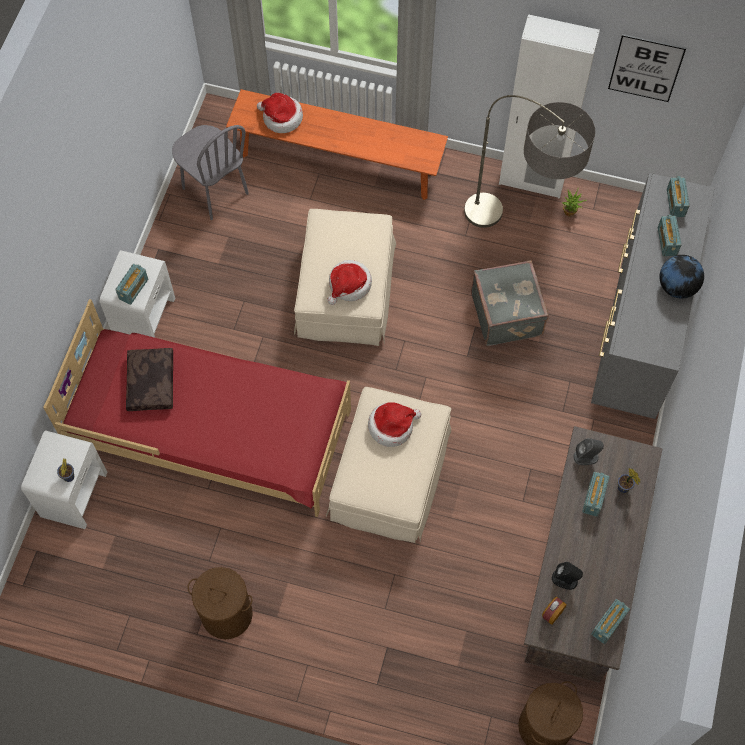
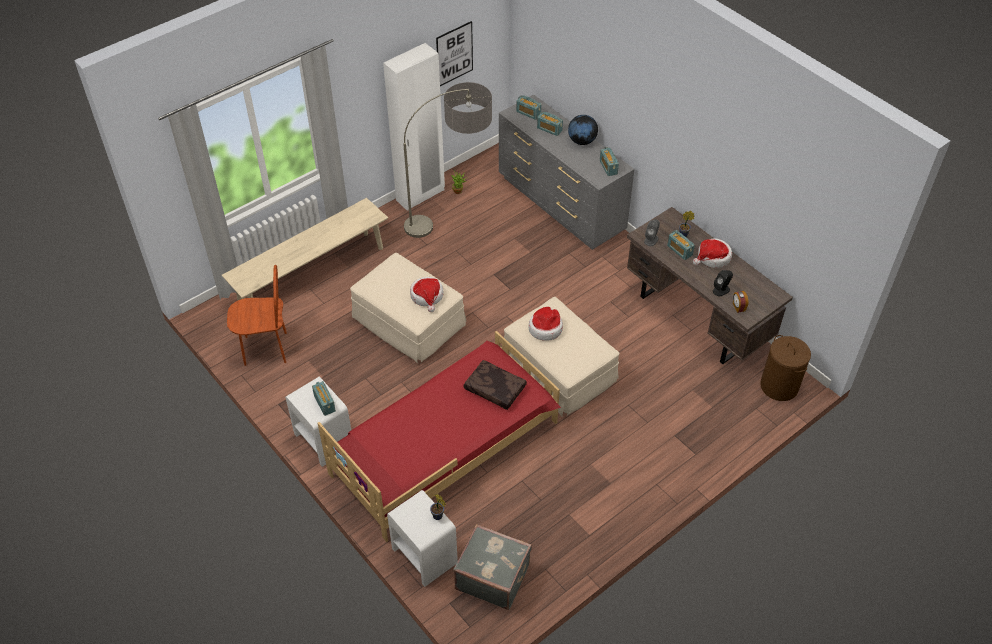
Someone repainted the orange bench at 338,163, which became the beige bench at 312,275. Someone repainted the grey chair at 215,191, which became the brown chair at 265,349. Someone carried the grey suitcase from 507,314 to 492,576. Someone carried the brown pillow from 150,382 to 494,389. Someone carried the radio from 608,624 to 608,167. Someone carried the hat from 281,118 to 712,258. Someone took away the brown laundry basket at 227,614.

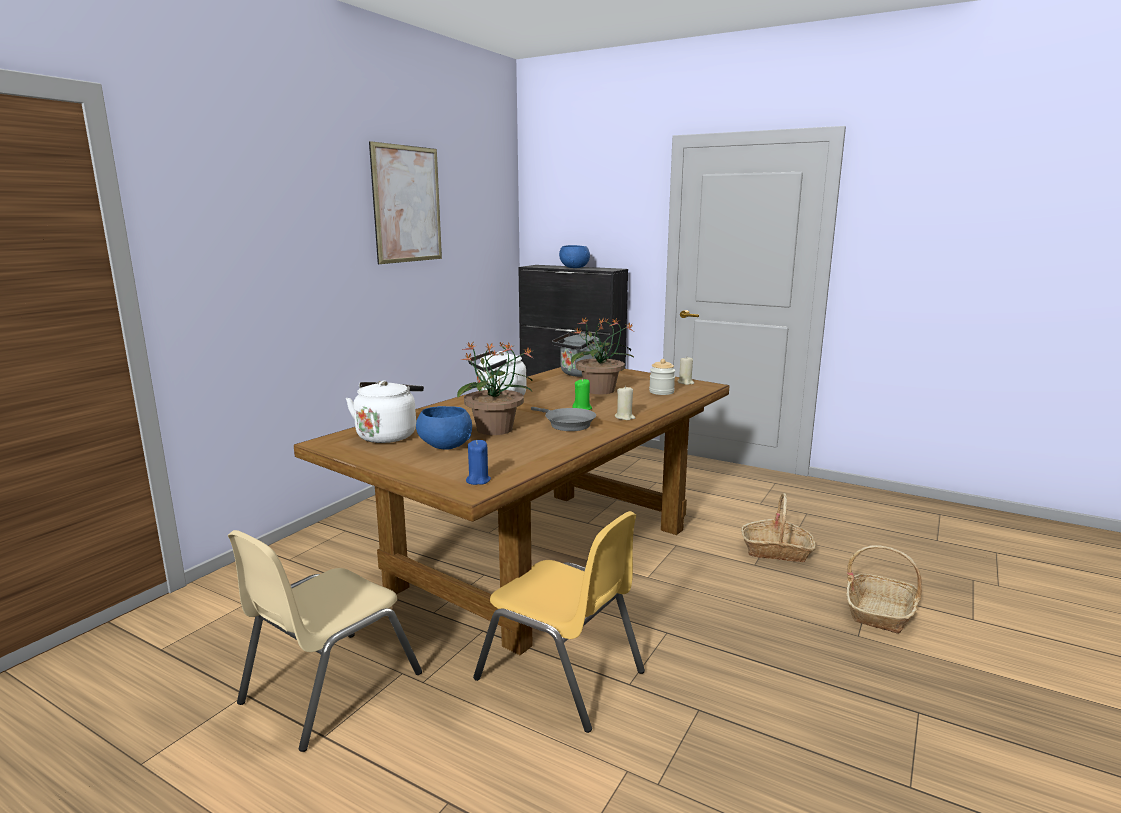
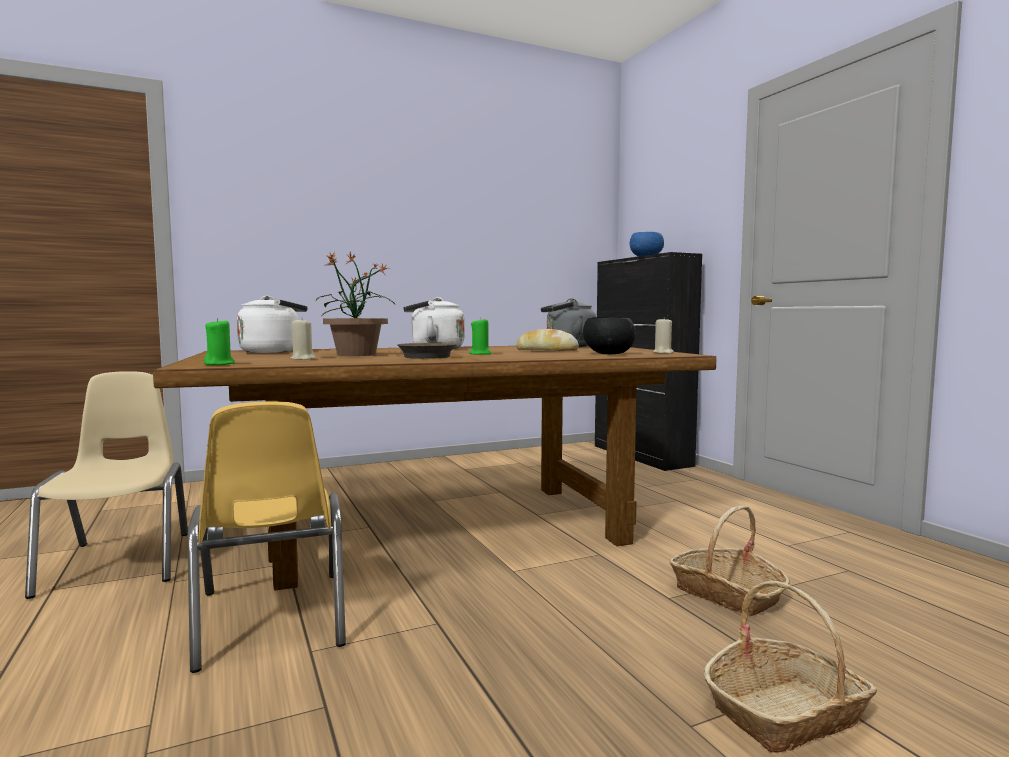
Someone rotated the beige chair at 330,687 by 90 degrees clockwise. Someone repainted the blue candle at 478,480, which became the green candle at 220,364. Someone carried the beige candle from 624,417 to 303,359. Someone repainted the grey frying pan at 566,424, which became the brown frying pan at 426,356. Someone swapped the potted plant at 600,390 for the bread at 546,351. Someone swapped the jar at 661,392 for the black bowl at 608,354. Someone took away the picture at 407,204. Someone took away the blue bowl at 444,446.

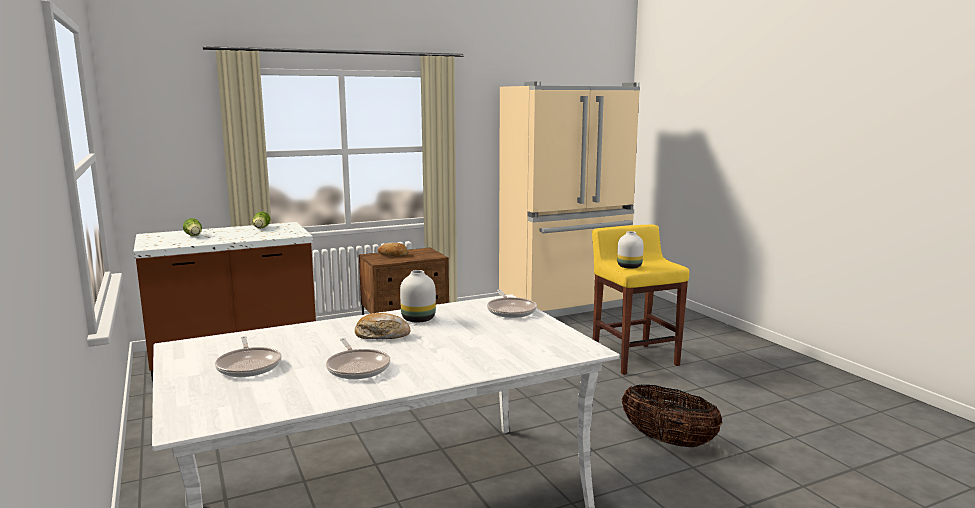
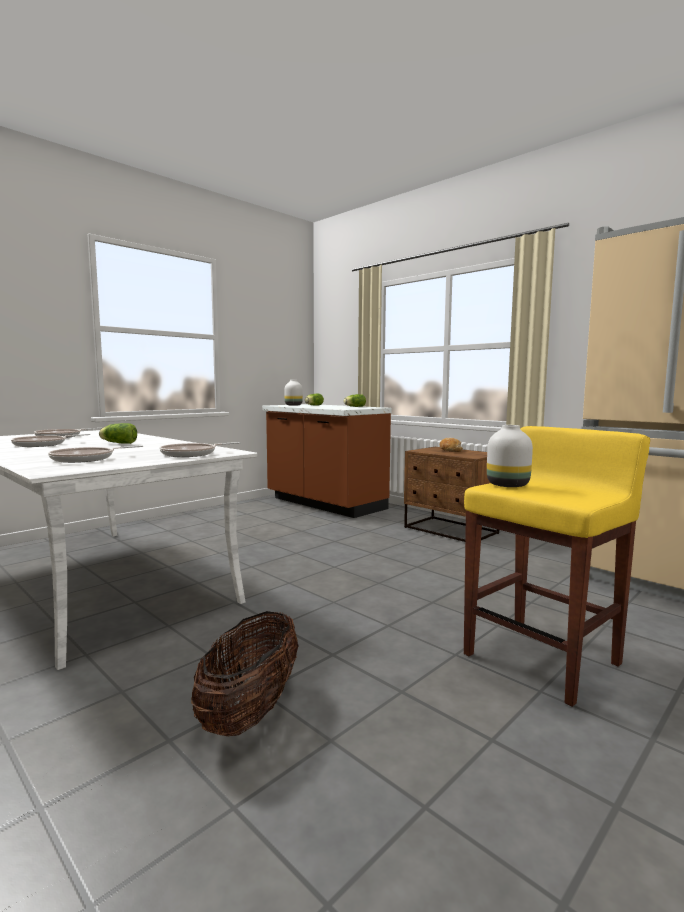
Someone put down the frying pan at 86,459. Someone swapped the bread at 382,335 for the lettuce at 118,443. Someone carried the white vase from 419,319 to 293,405.

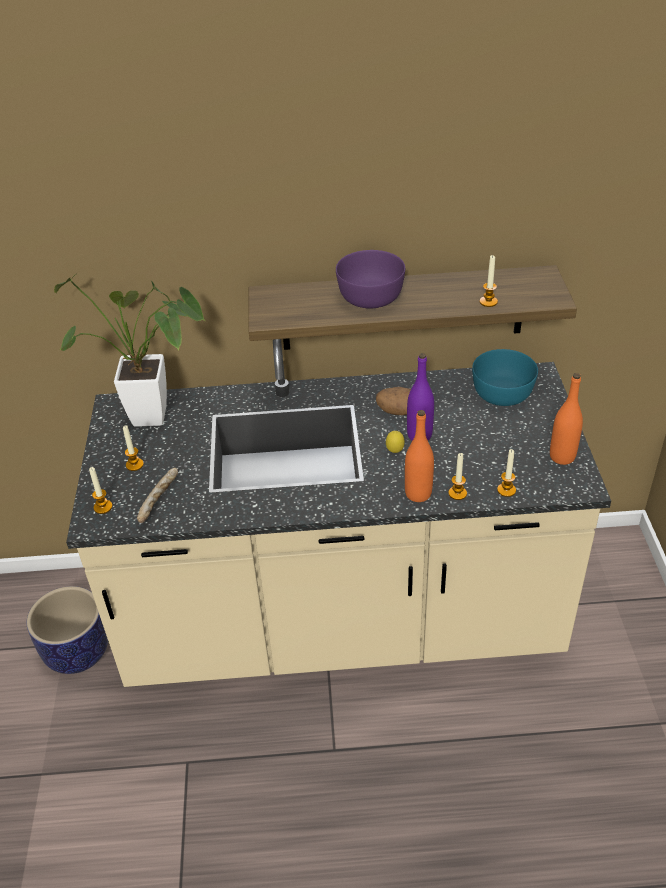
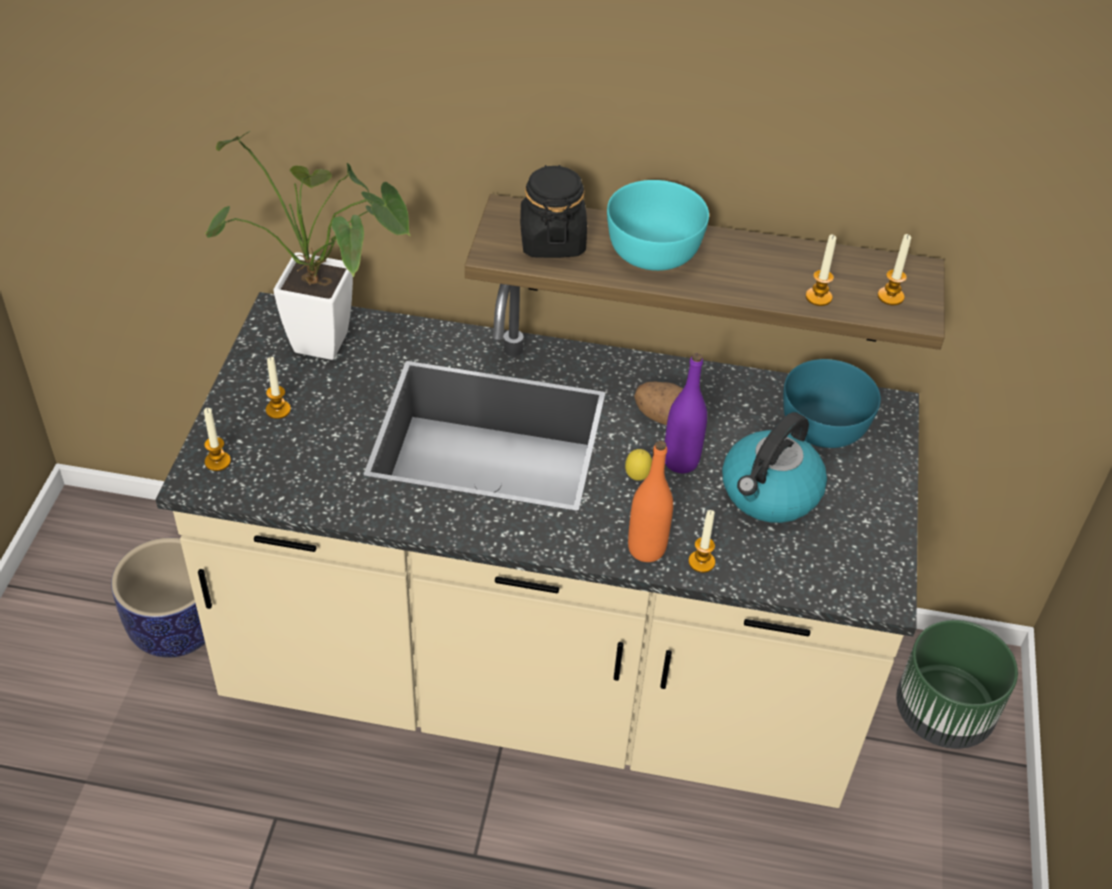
Someone put down the black jar at 552,241. Someone repainted the purple bowl at 369,297, which became the turquoise bowl at 652,249. Someone put down the kettle at 769,493. Someone carried the candle from 506,490 to 890,296. Someone put down the green planter at 941,713. Someone took away the bread at 160,501. Someone took away the orange bottle at 562,457.

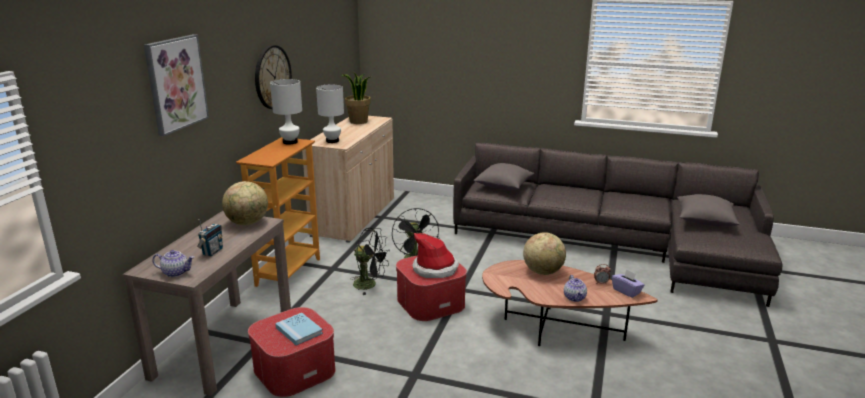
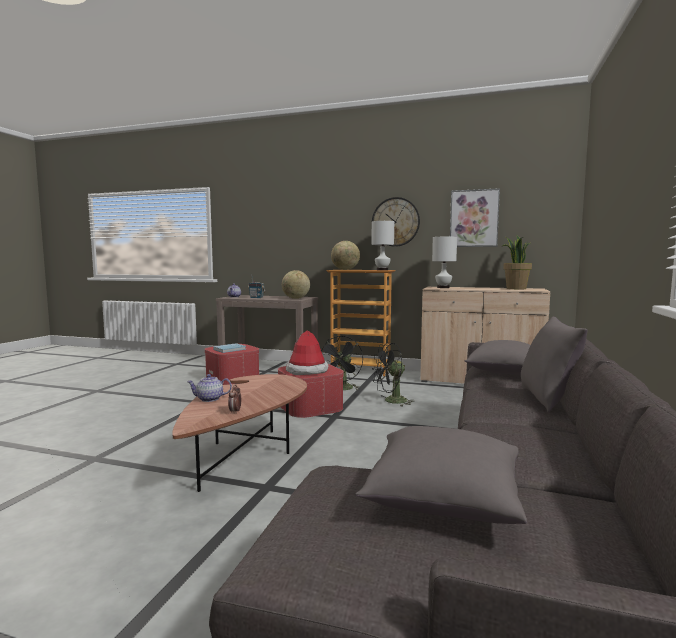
Someone carried the globe from 543,271 to 345,270. Someone carried the picture from 176,83 to 474,218. Someone put down the grey pillow at 548,400. Someone took away the purple tissue box at 626,291.

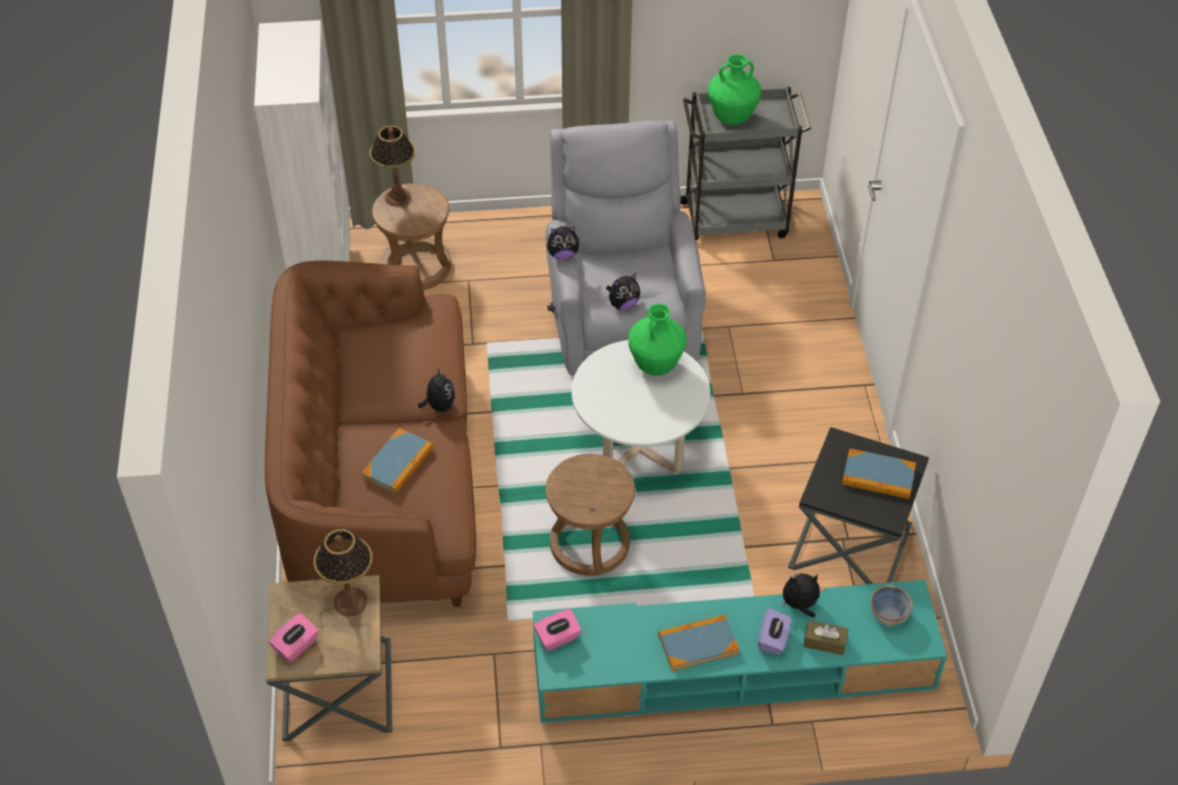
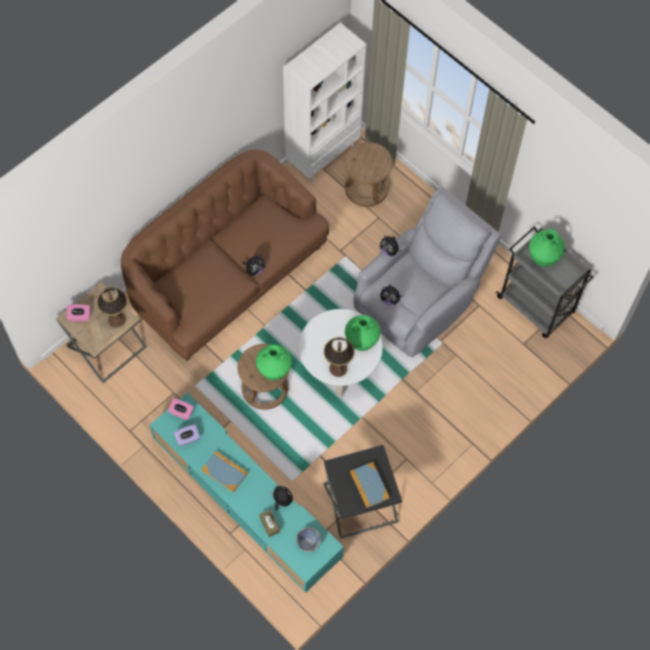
Someone carried the purple tissue box from 773,640 to 187,438. Someone put down the green vase at 274,371. Someone carried the table lamp from 397,197 to 338,368. Someone took away the book at 398,463.

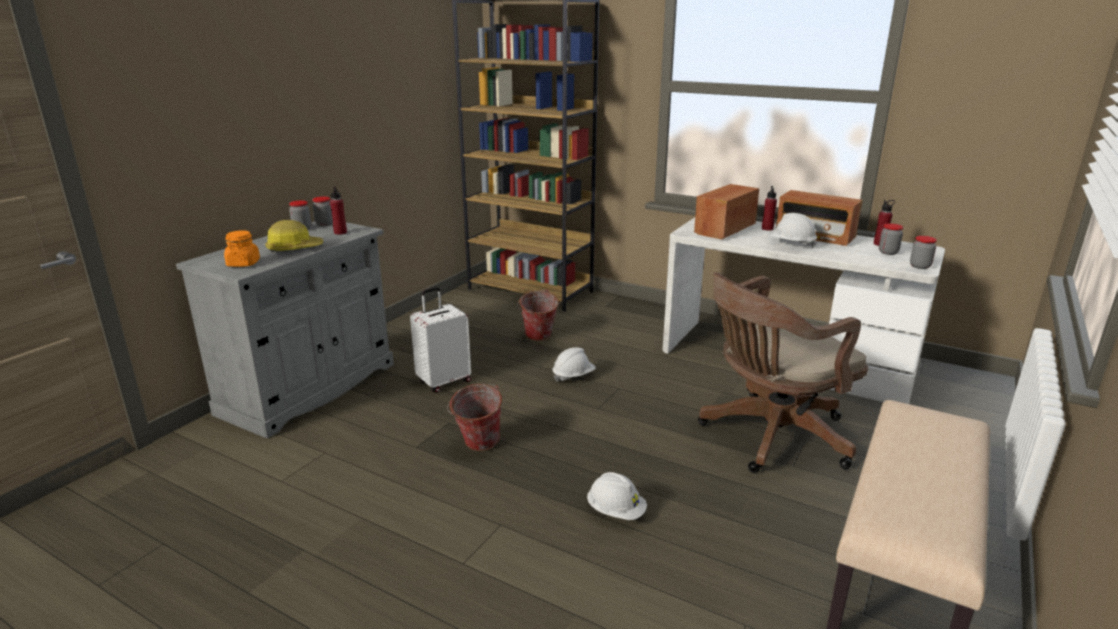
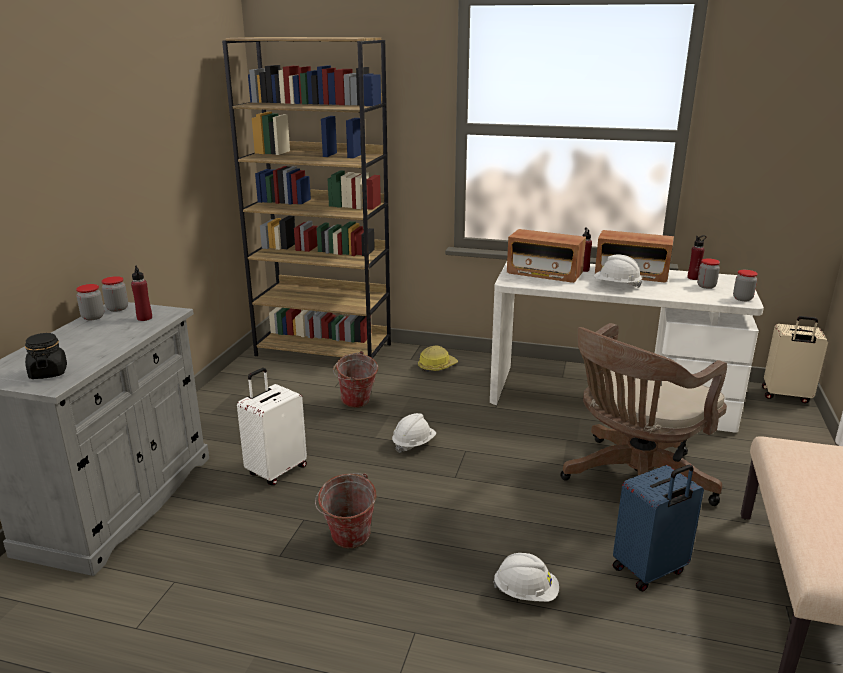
Someone repainted the orange jar at 243,263, which became the black jar at 48,373. Someone carried the hard hat from 294,248 to 436,366. Someone rotated the radio at 724,229 by 90 degrees counterclockwise. Someone put down the blue suitcase at 650,571. Someone put down the beige suitcase at 786,396.

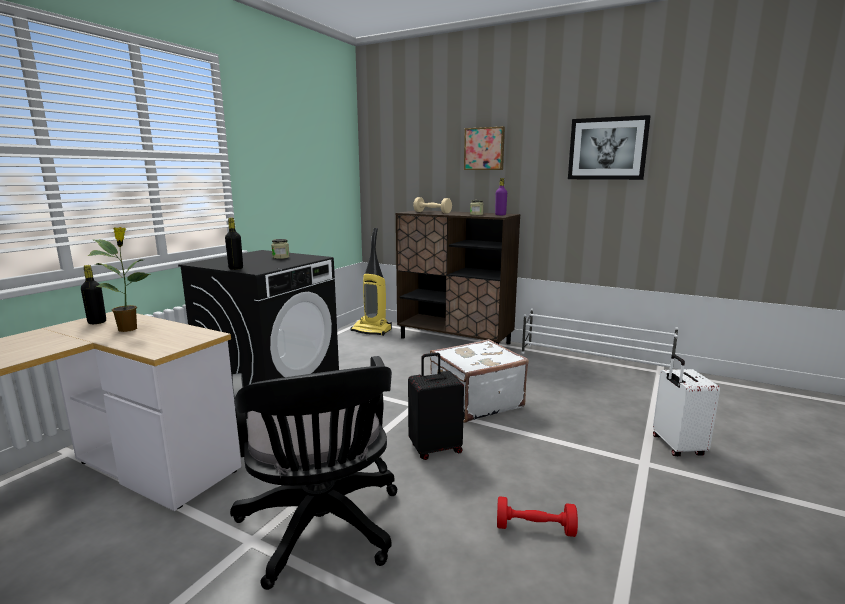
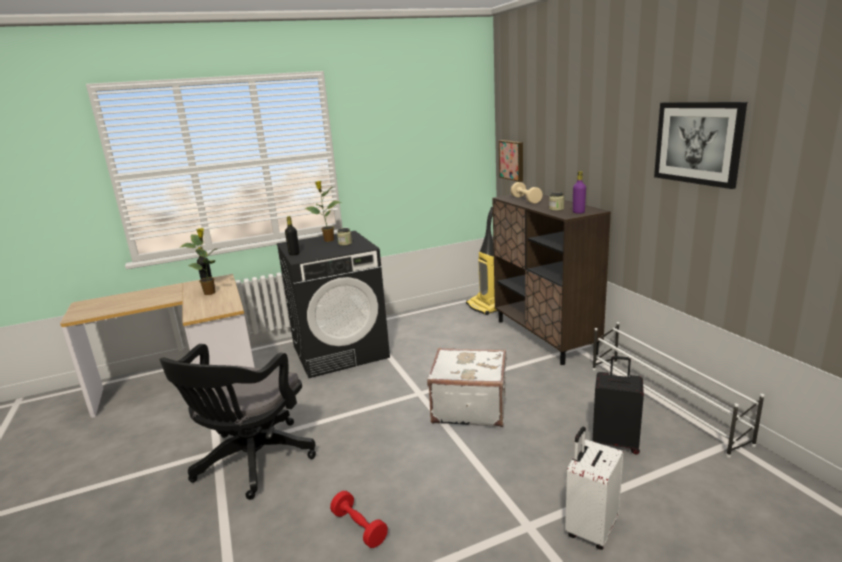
Someone put down the potted plant at 328,240. Someone carried the picture from 484,149 to 512,160. Someone carried the black suitcase from 435,448 to 616,442.

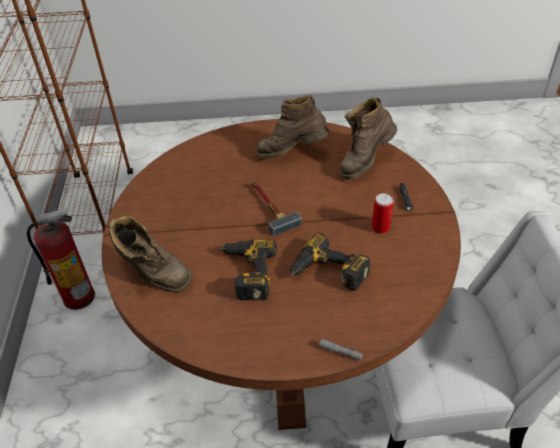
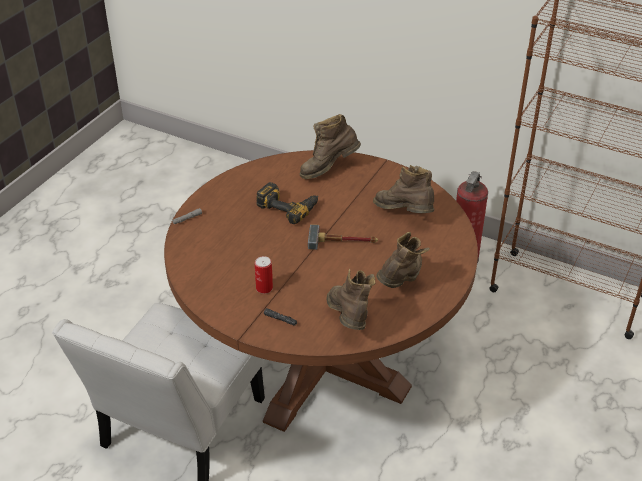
Someone put down the brown boot at 404,215. Someone took away the power drill at 327,273.

